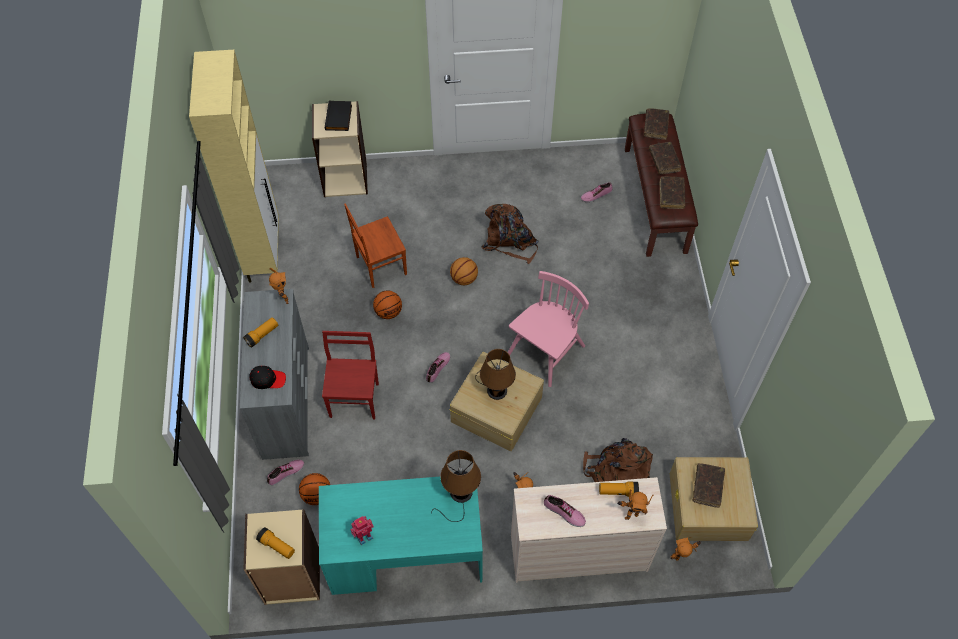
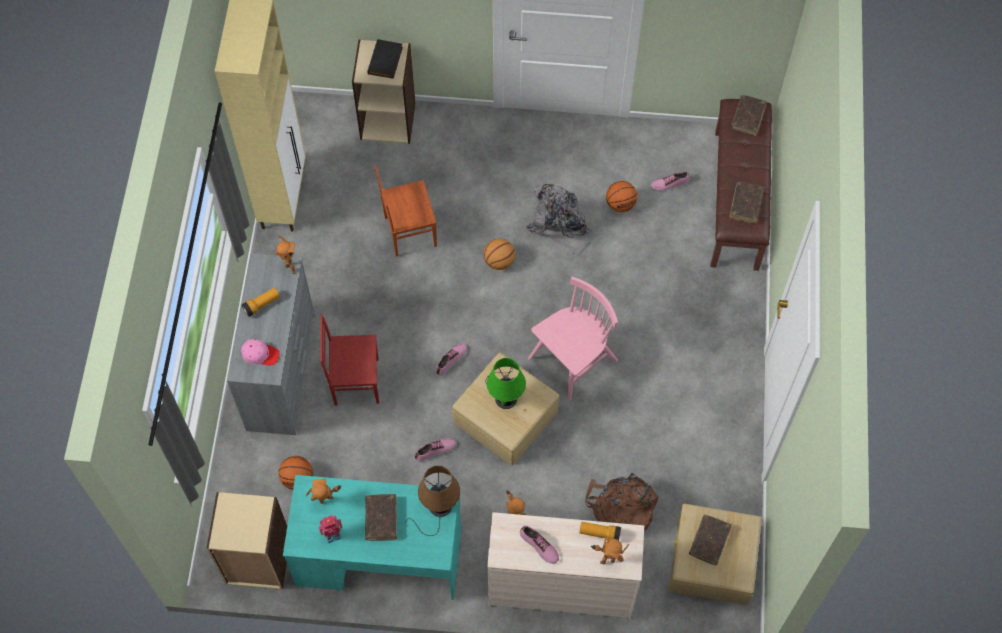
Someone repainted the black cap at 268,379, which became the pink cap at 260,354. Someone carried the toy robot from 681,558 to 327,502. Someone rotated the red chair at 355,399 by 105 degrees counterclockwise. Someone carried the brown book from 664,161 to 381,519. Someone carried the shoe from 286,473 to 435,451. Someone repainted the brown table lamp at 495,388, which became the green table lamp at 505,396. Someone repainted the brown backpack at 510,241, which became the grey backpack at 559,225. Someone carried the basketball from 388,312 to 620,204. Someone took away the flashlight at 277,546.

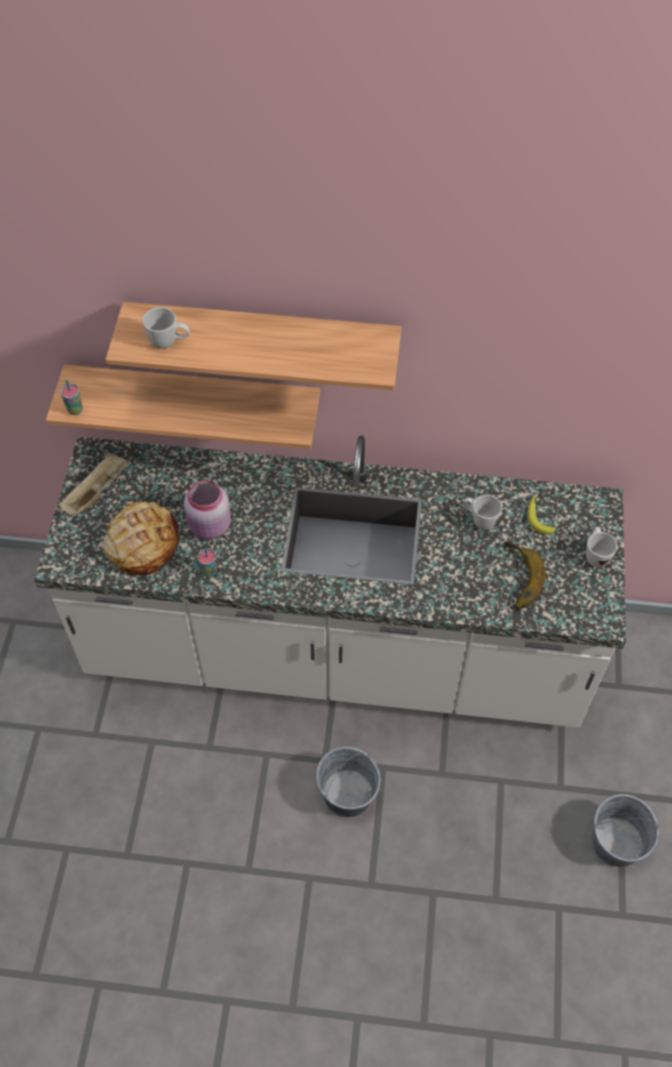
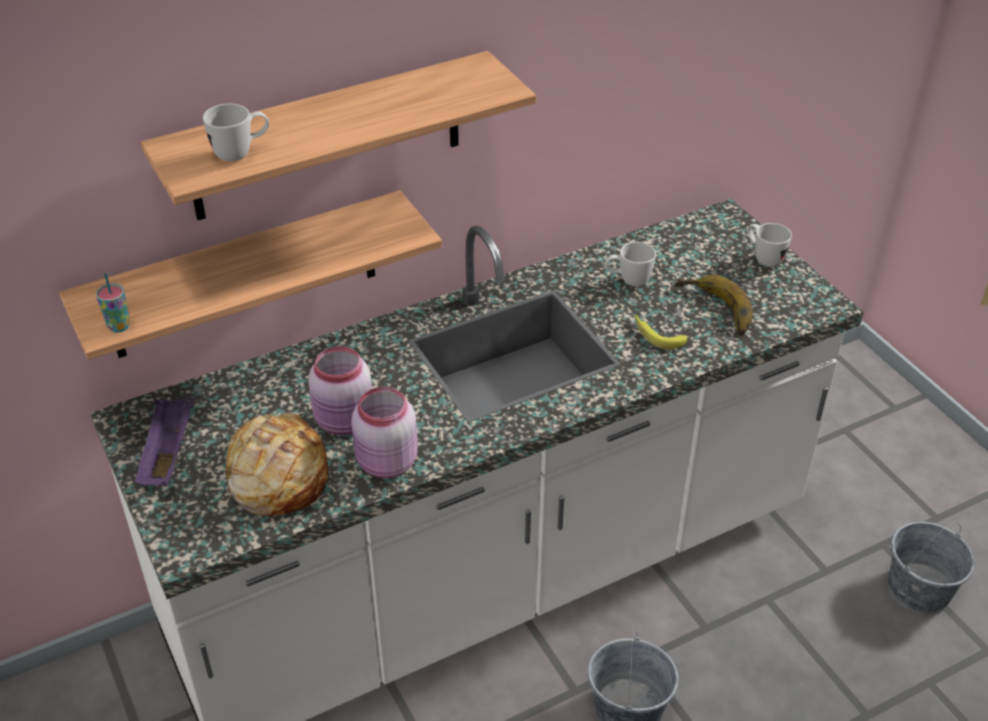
Someone repainted the beige tray at 97,491, which became the purple tray at 168,454. Someone swapped the cup at 209,572 for the pink jar at 386,463. Someone carried the banana from 538,516 to 656,335.

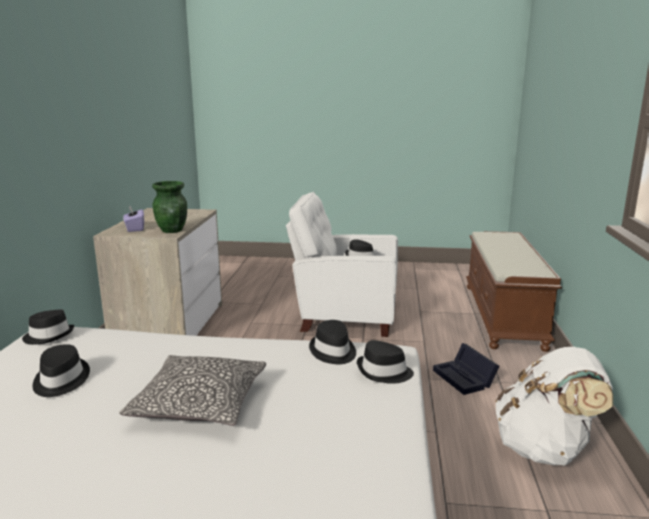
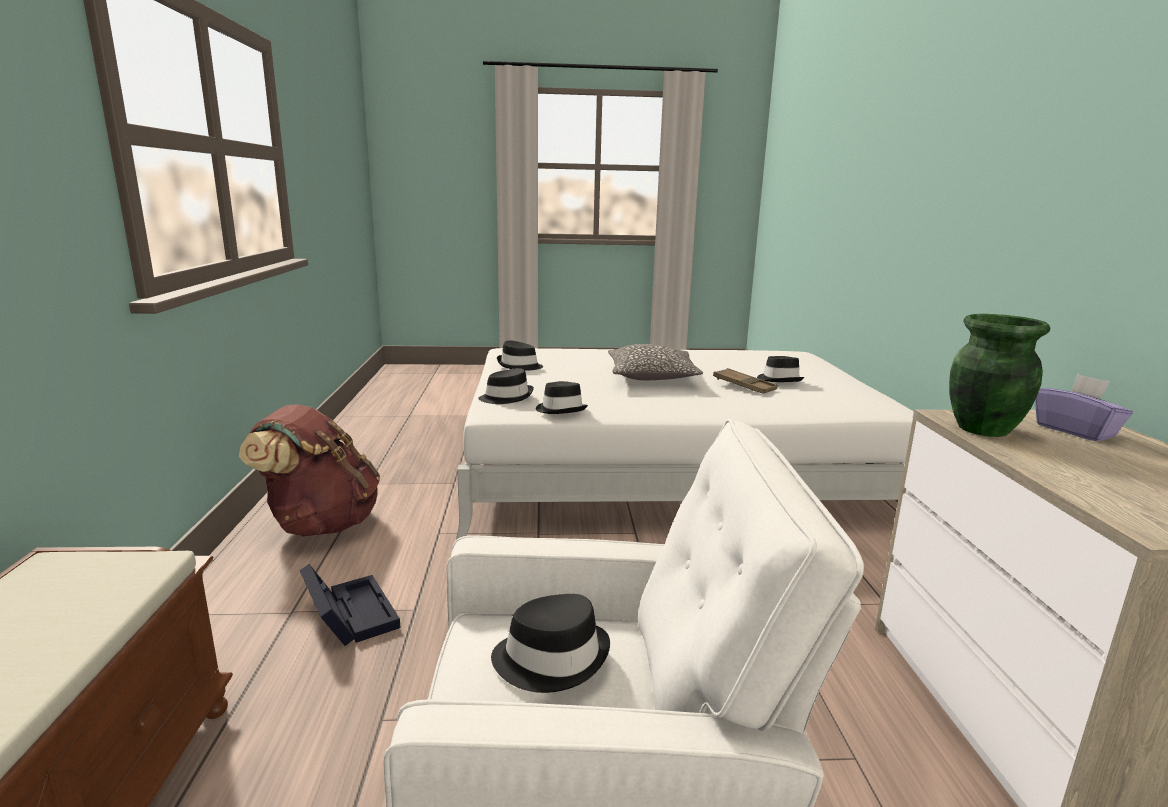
Someone repainted the white backpack at 545,449, which became the brown backpack at 320,524. Someone carried the black hat from 49,336 to 519,366. Someone put down the brown tray at 744,385.

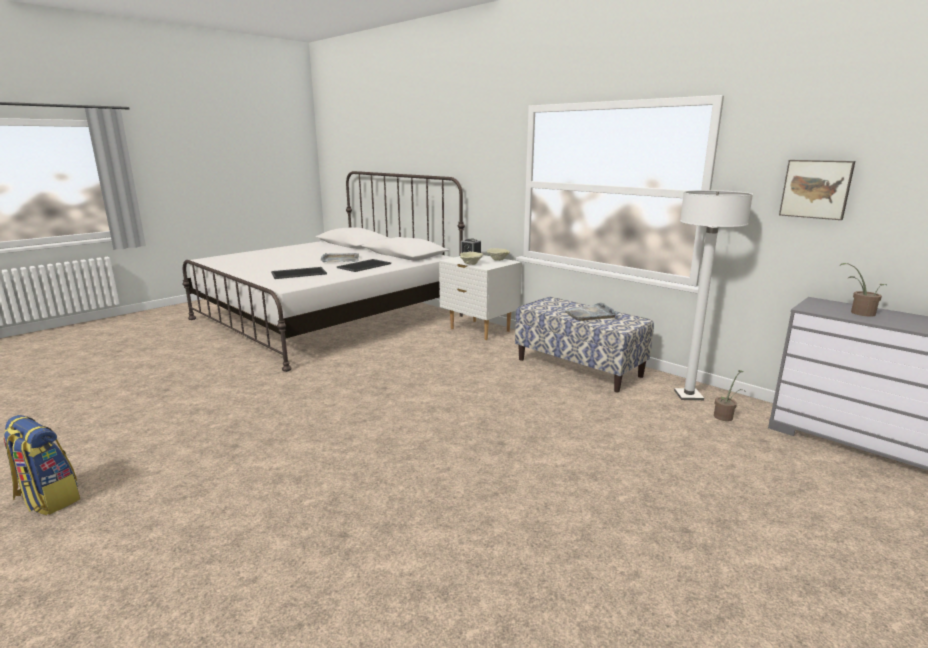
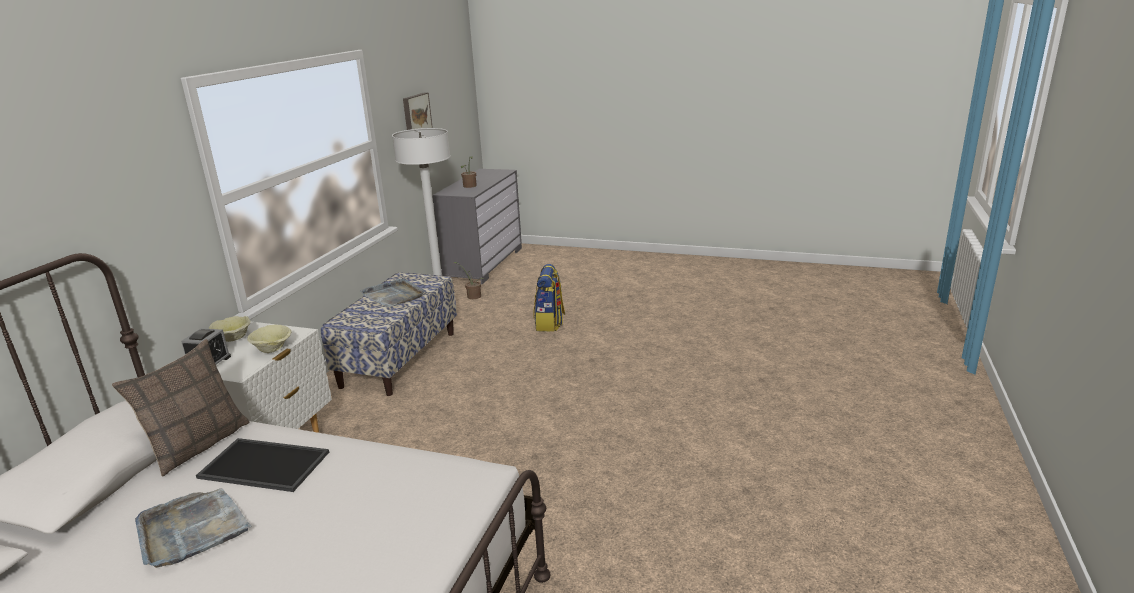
Someone put down the pillow at 198,444. Someone carried the backpack from 47,499 to 550,323. Someone took away the tray at 299,273.

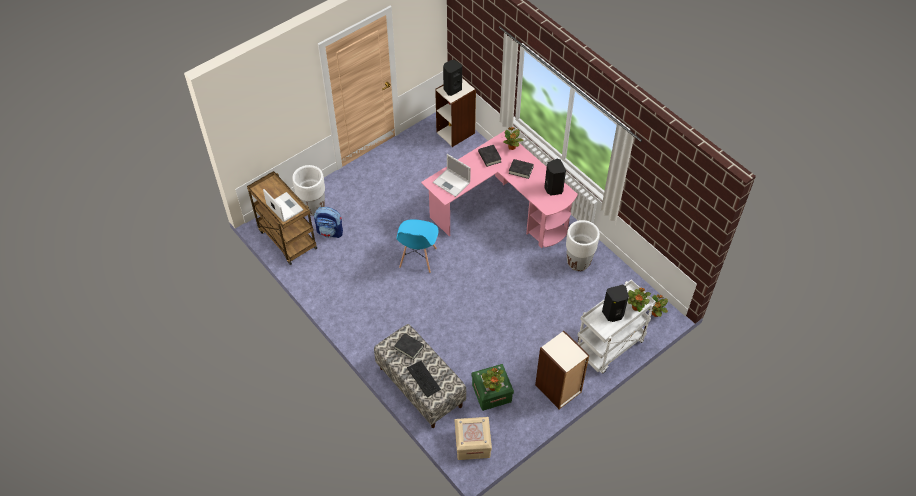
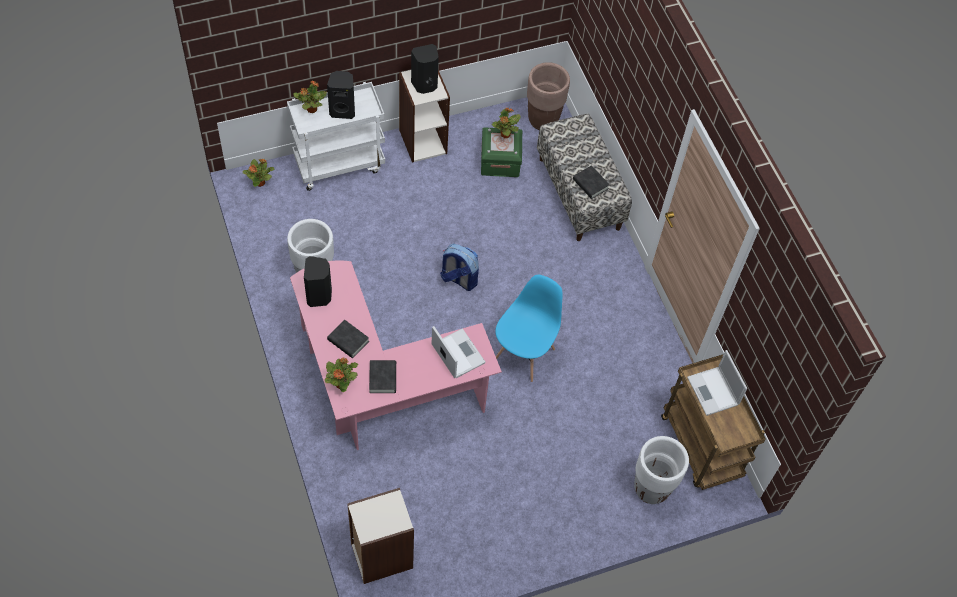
Someone carried the black speaker from 452,89 to 425,85. Someone carried the backpack from 330,232 to 458,279. Someone swapped the beige storage box at 472,444 for the brown planter at 543,120. Someone took away the keyboard at 423,379.

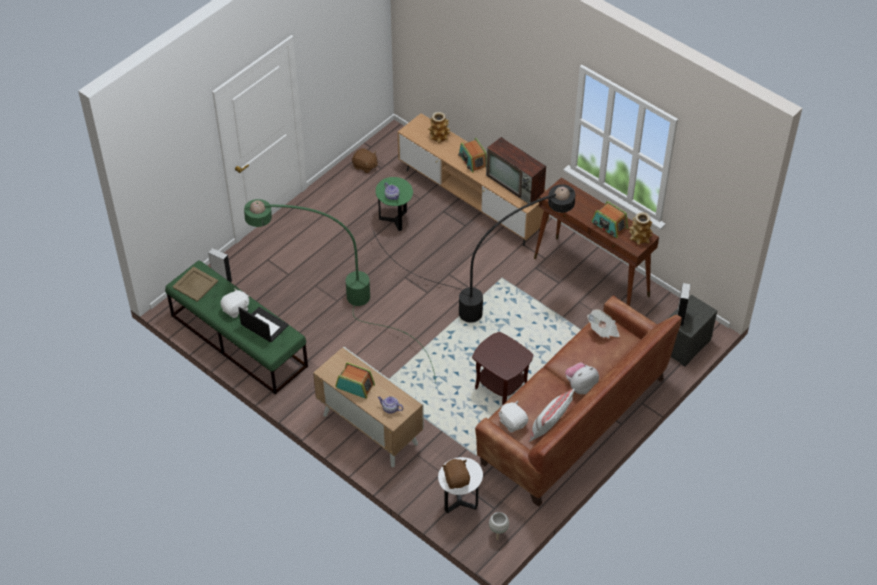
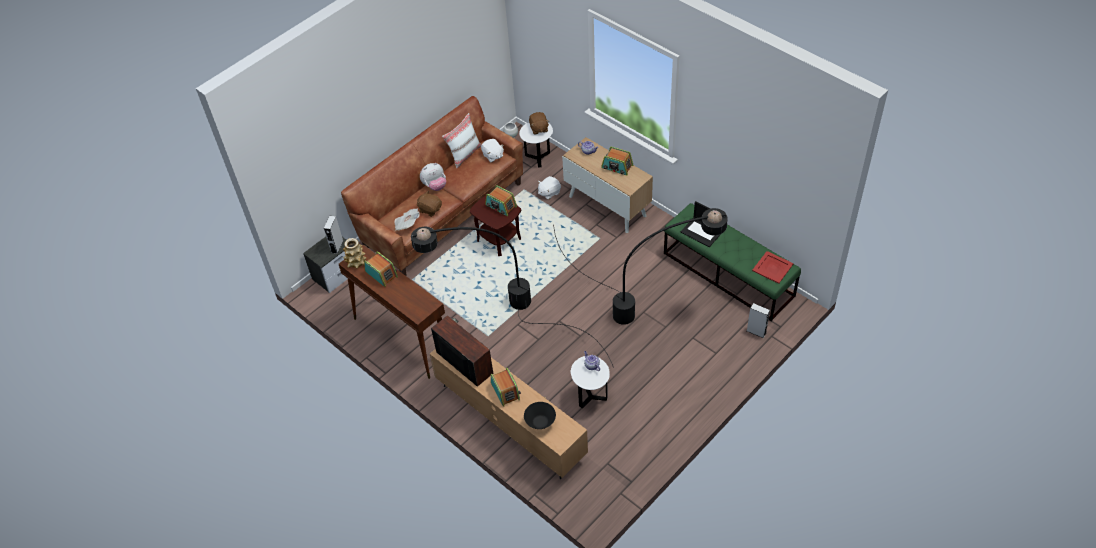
Someone carried the brown plush toy from 365,166 to 430,209. Someone put down the radio at 501,206. Someone swapped the vase at 439,136 for the black bowl at 540,422. Someone carried the white plush toy from 236,309 to 549,192. Someone repainted the green floor lamp at 331,310, which became the black floor lamp at 648,302. Someone repainted the green side table at 395,220, which became the white side table at 591,397. Someone repainted the beige tray at 195,284, which became the red tray at 772,268.

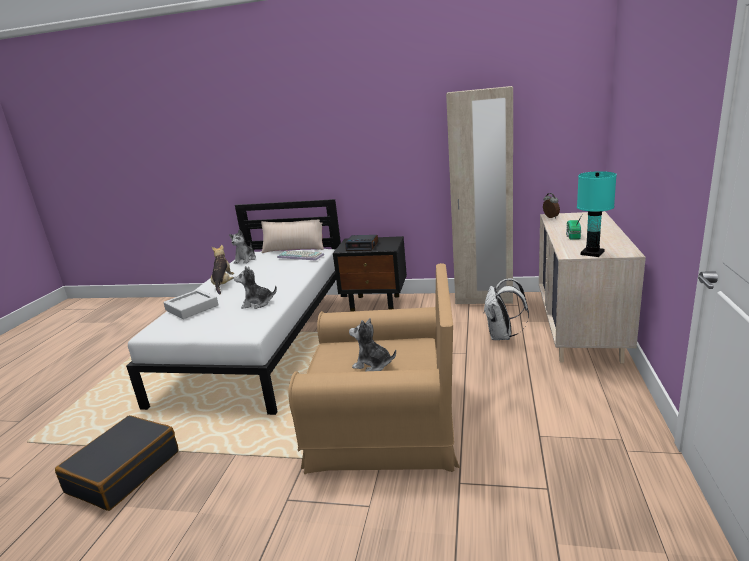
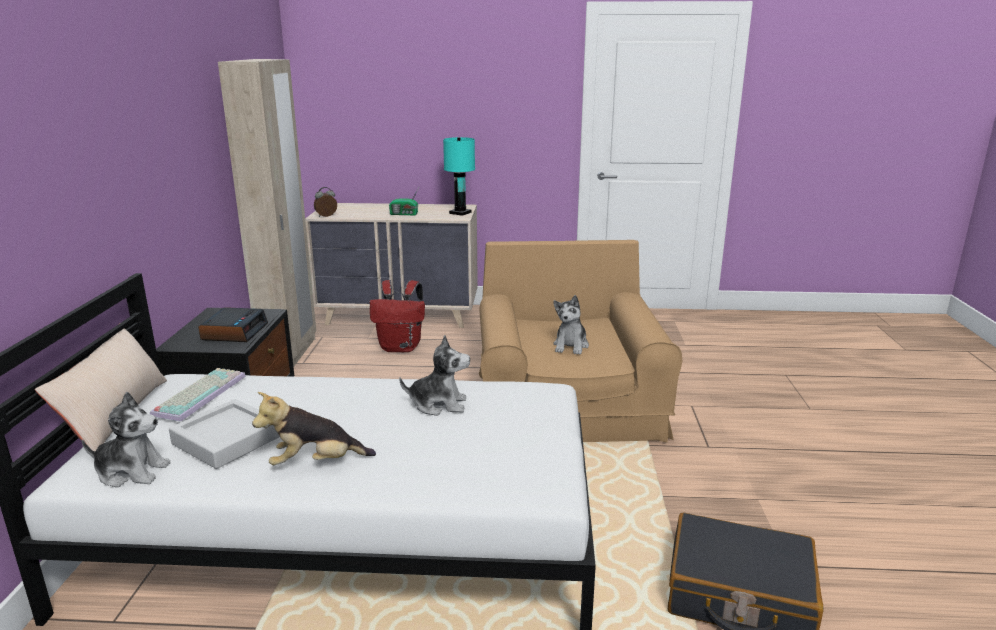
Someone carried the grey tray from 192,308 to 227,440. Someone repainted the white backpack at 502,336, which became the red backpack at 401,347. Someone rotated the plush toy at 257,303 by 75 degrees counterclockwise.

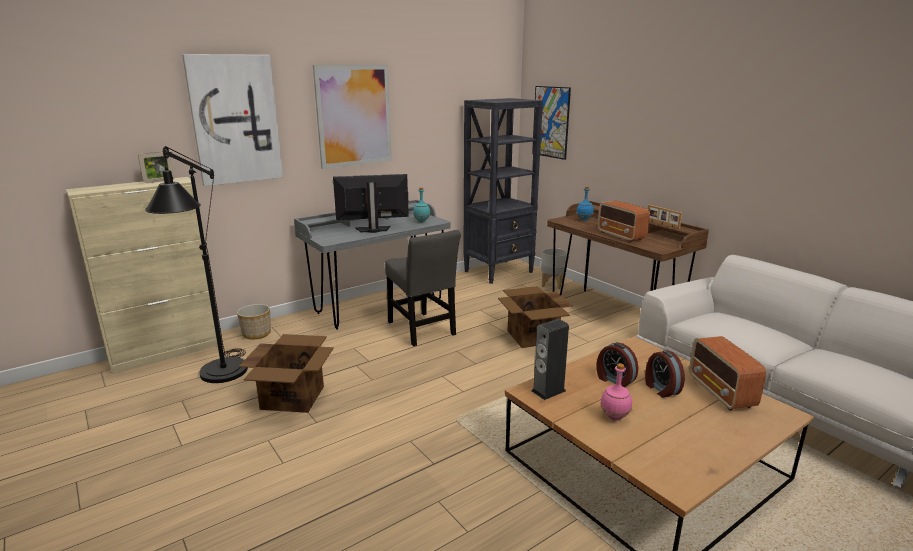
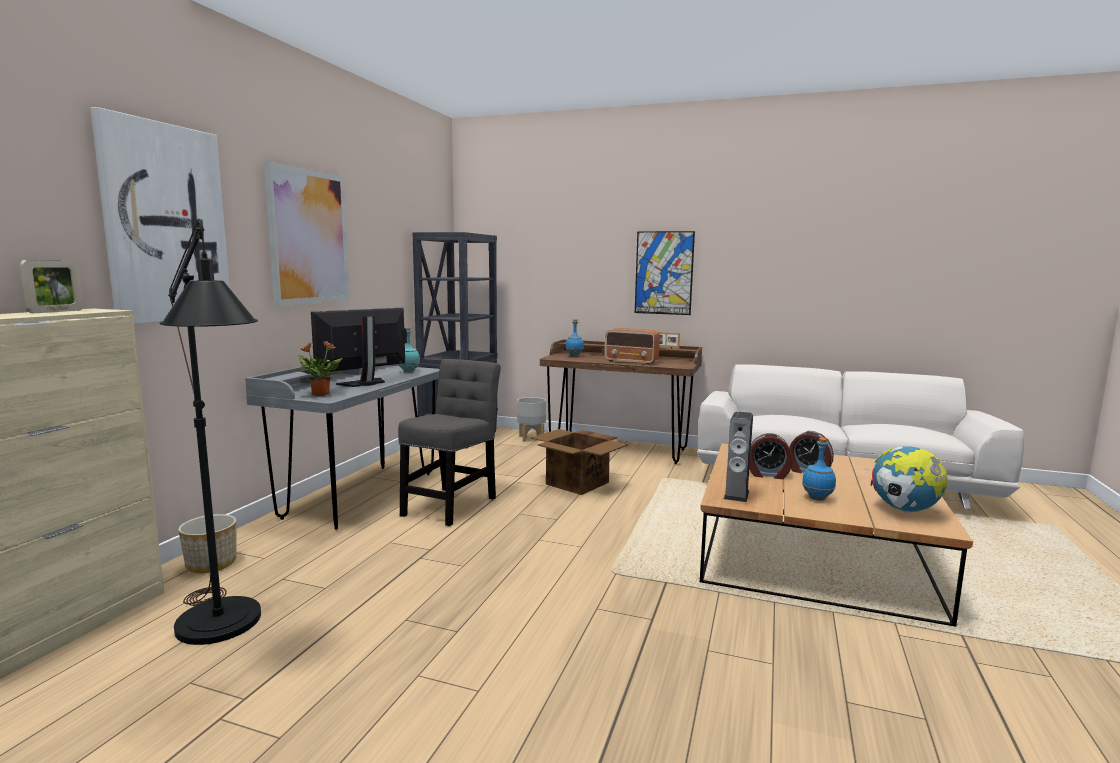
Someone put down the potted plant at 320,394. Someone rotated the grey chair at 422,330 by 90 degrees counterclockwise. Someone carried the picture from 551,122 to 664,273. Someone repainted the pink bottle at 614,417, which became the blue bottle at 817,498. Someone put down the globe at 904,510. Someone took away the cardboard box at 293,397. Someone took away the radio at 721,392.

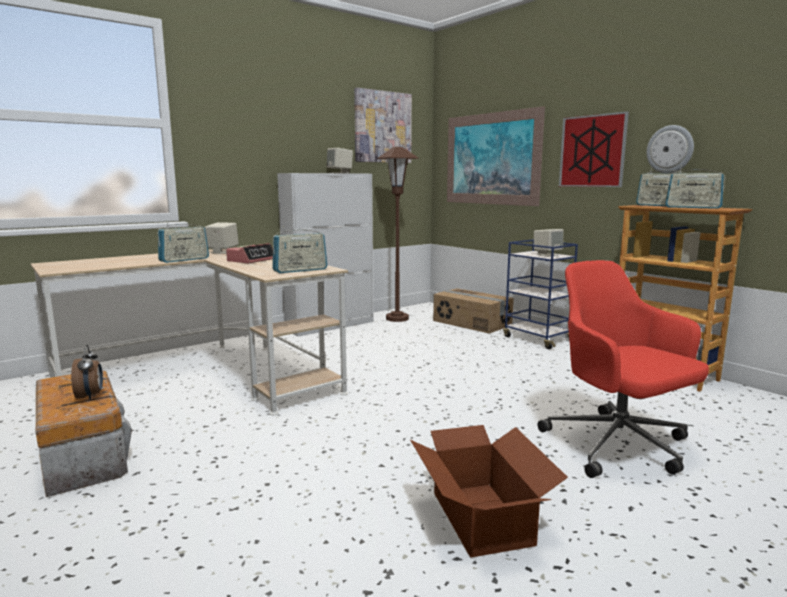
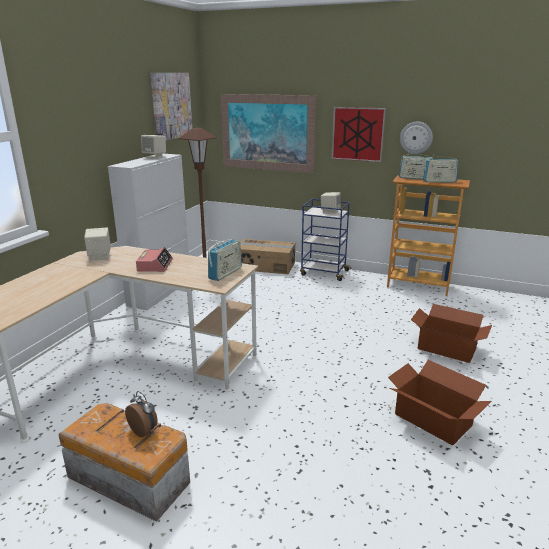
Someone swapped the red office chair at 618,446 for the cardboard box at 446,348. Someone took away the radio at 184,260.

